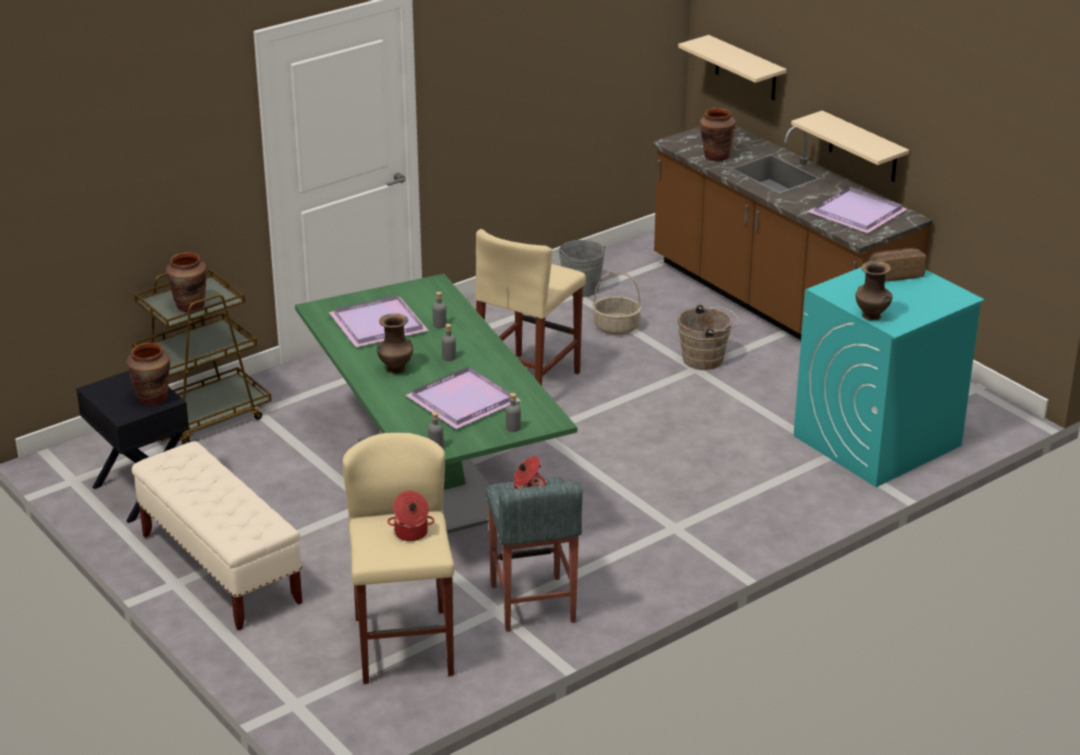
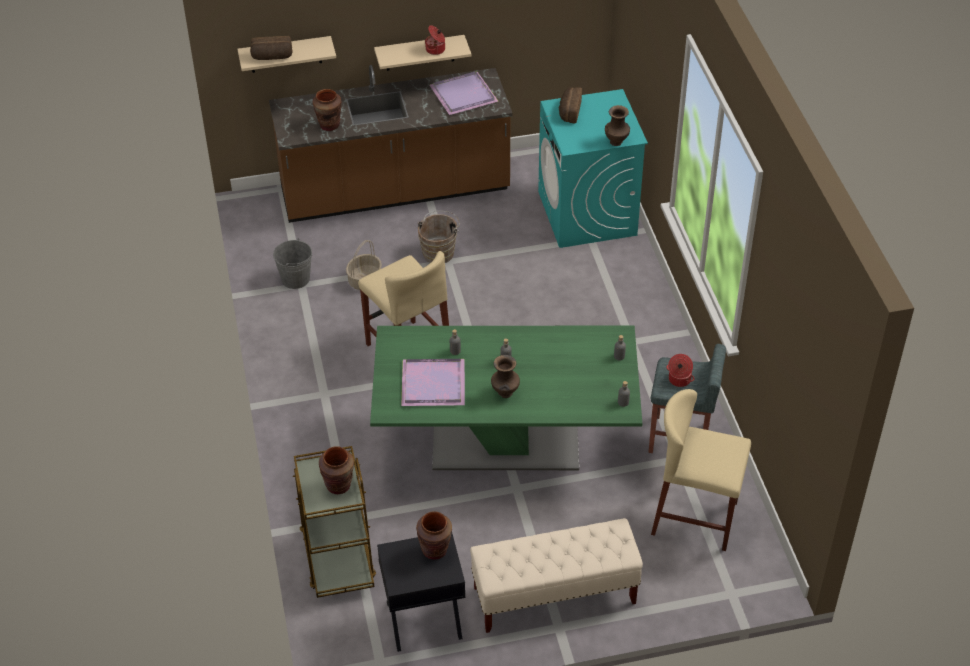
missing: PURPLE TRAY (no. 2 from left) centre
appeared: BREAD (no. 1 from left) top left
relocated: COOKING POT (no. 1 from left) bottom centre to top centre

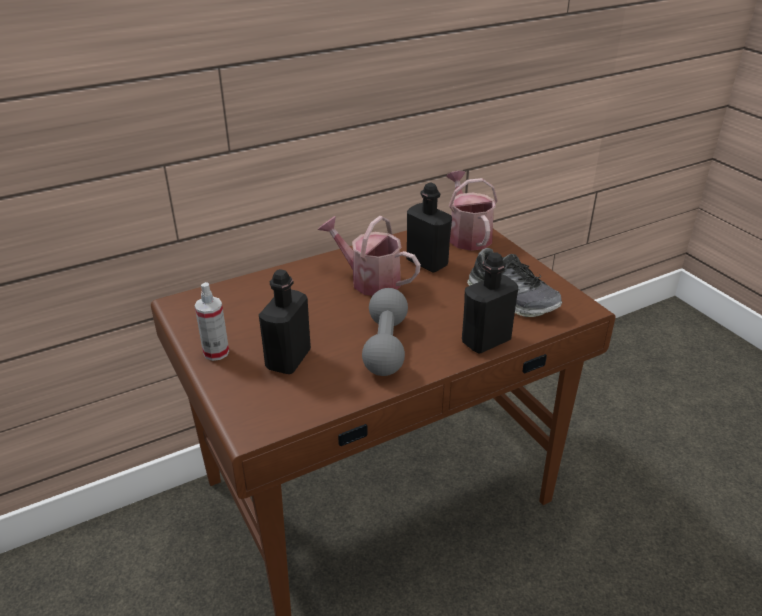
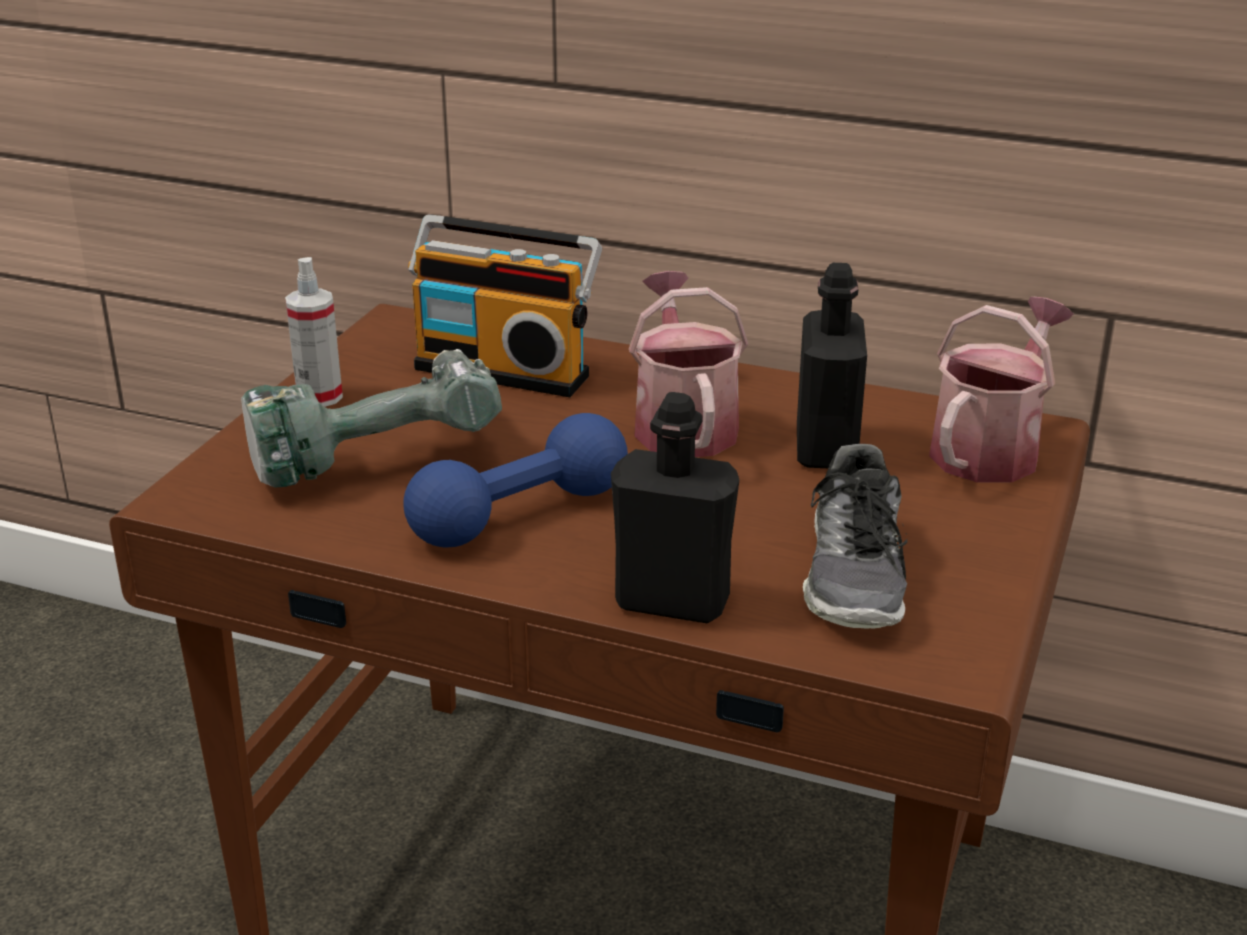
appeared: RADIO top centre
exchanged: BLACK BOTTLE (no. 1 from left) centre to POWER DRILL middle left
colour: GREY DUMBBELL centre to BLUE DUMBBELL centre

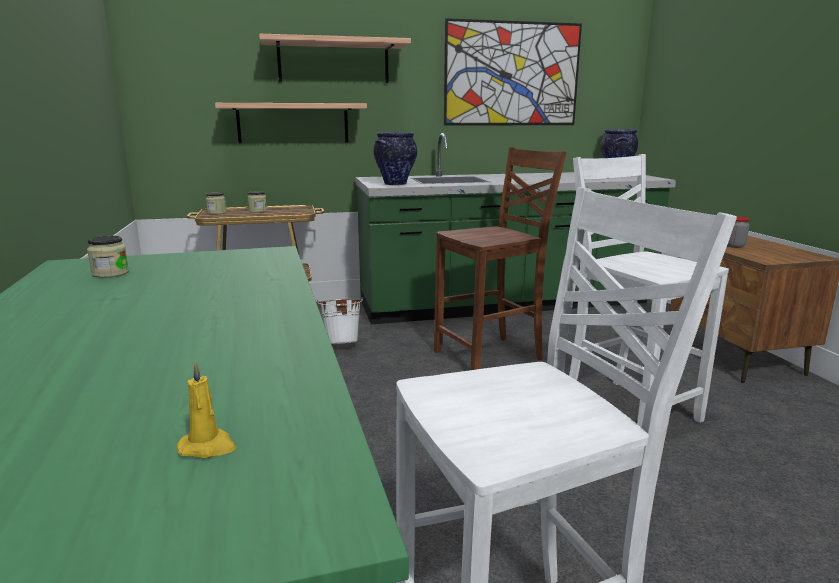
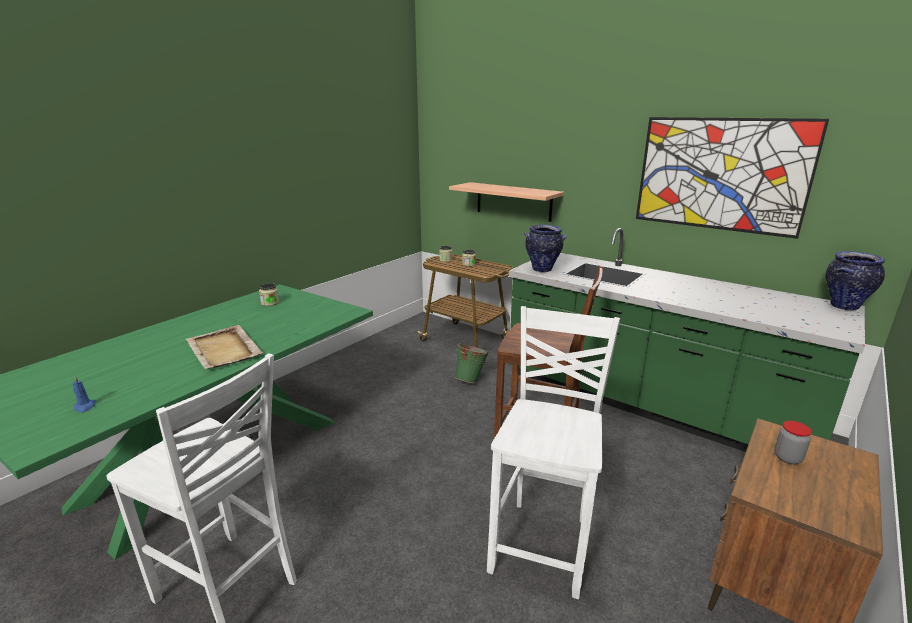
missing: SHELF (no. 2 from left) top centre
appeared: BEIGE TRAY middle left
colour: YELLOW CANDLE bottom left to BLUE CANDLE middle left; WHITE BUCKET centre to GREEN BUCKET centre

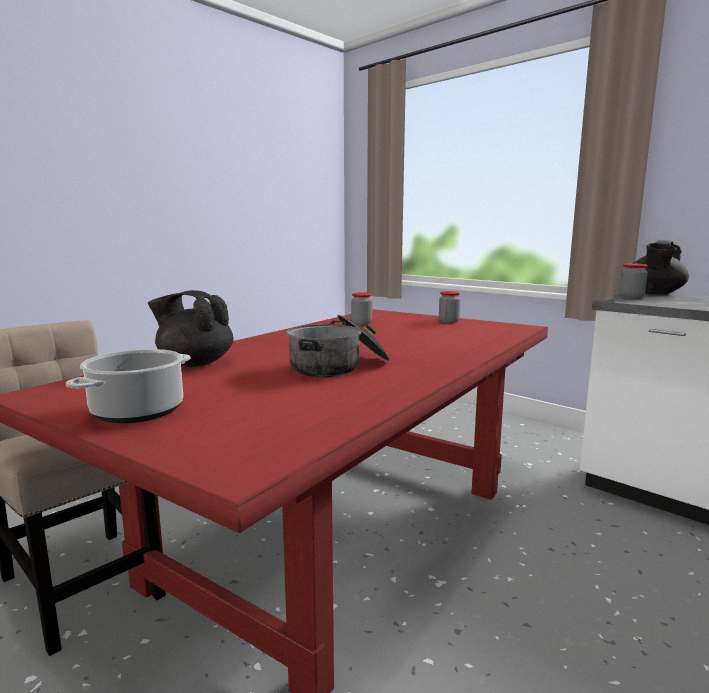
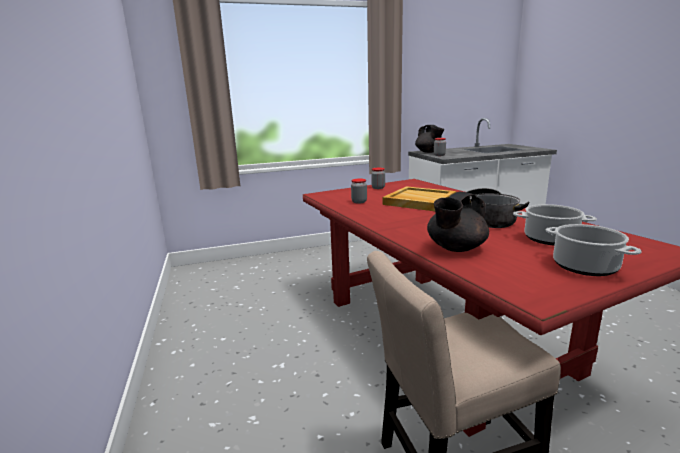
appeared: BEIGE TRAY centre; COOKING POT (no. 2 from left) middle right

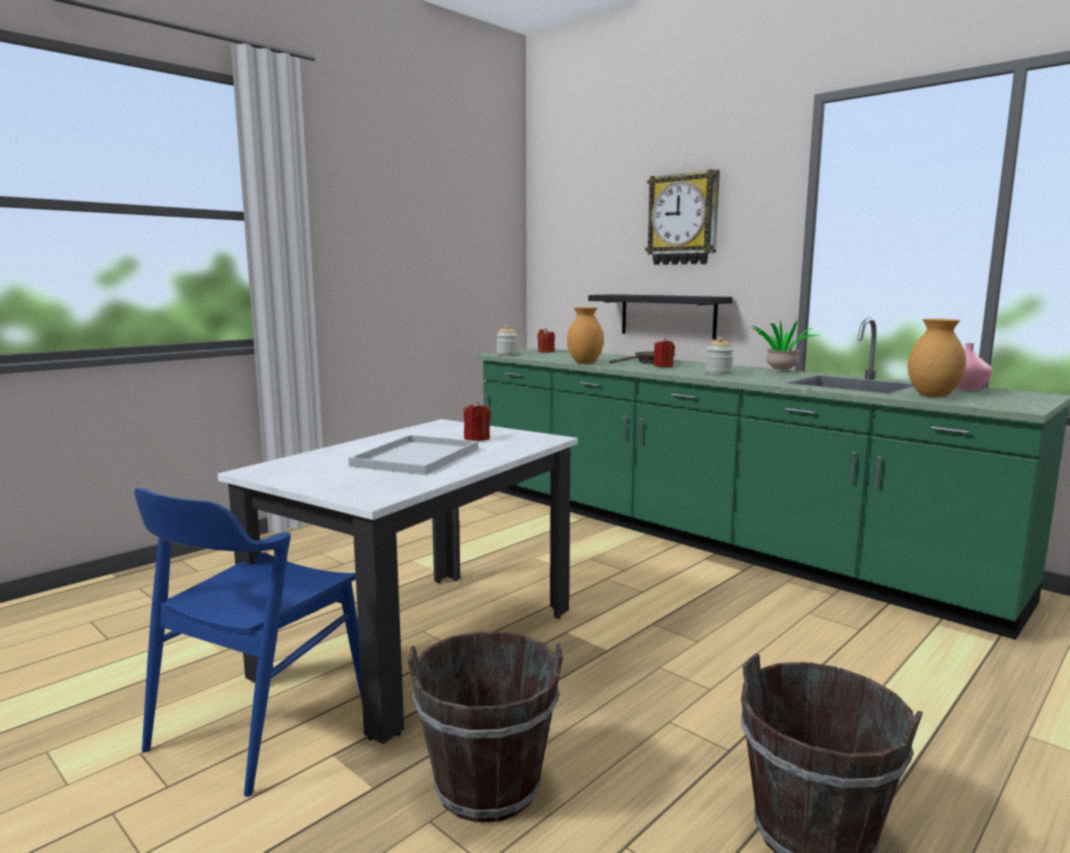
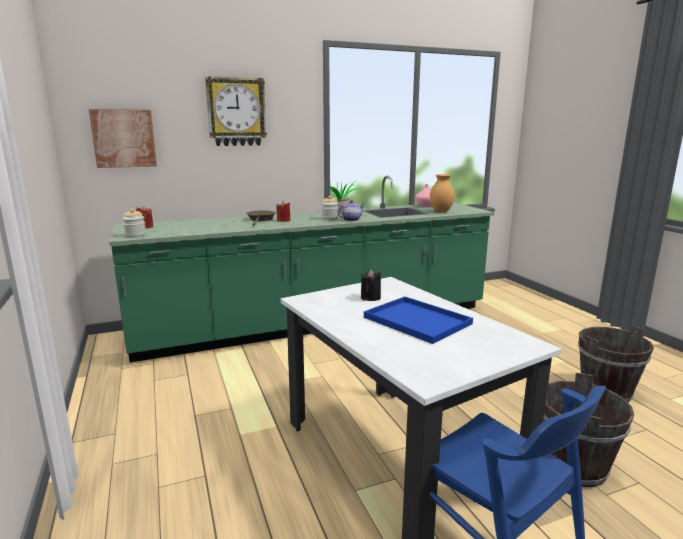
missing: BROWN VASE (no. 1 from left) centre; BLACK SHELF centre
appeared: PICTURE top left; TEAPOT centre
colour: WHITE TRAY centre to BLUE TRAY centre; RED CANDLE (no. 1 from left) centre to BLACK CANDLE centre

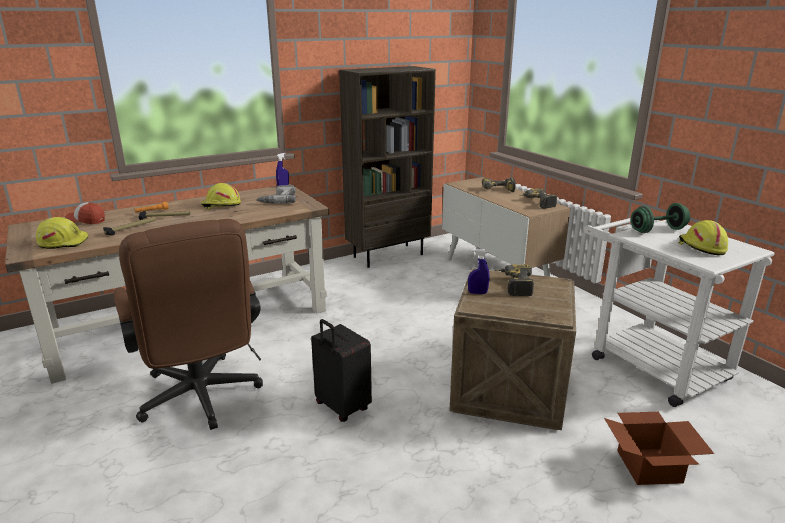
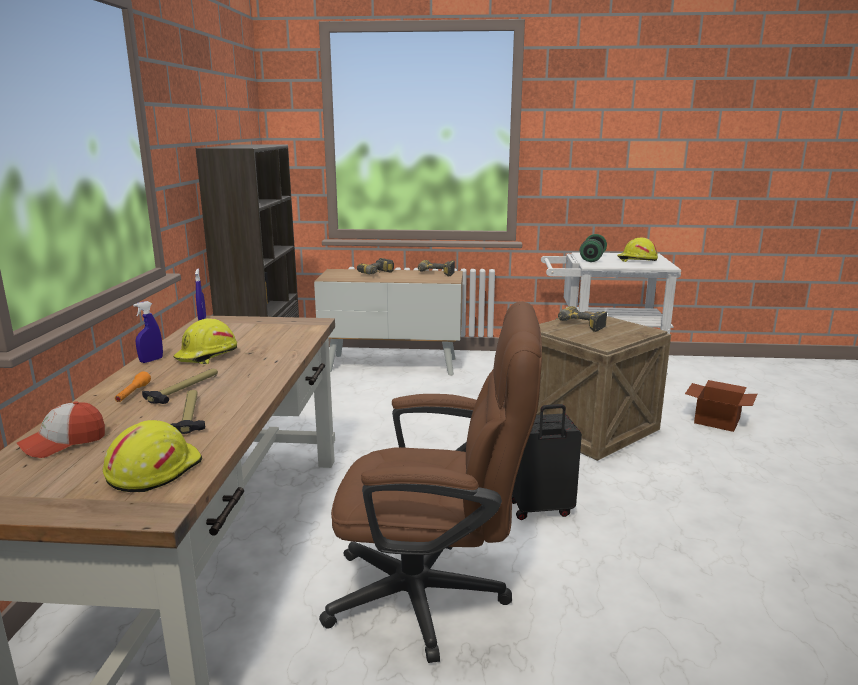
missing: POWER DRILL (no. 1 from left) centre
relocated: BLUE SPRAY BOTTLE (no. 2 from left in the first image) centre to BLUE SPRAY BOTTLE (no. 1 from left) middle left

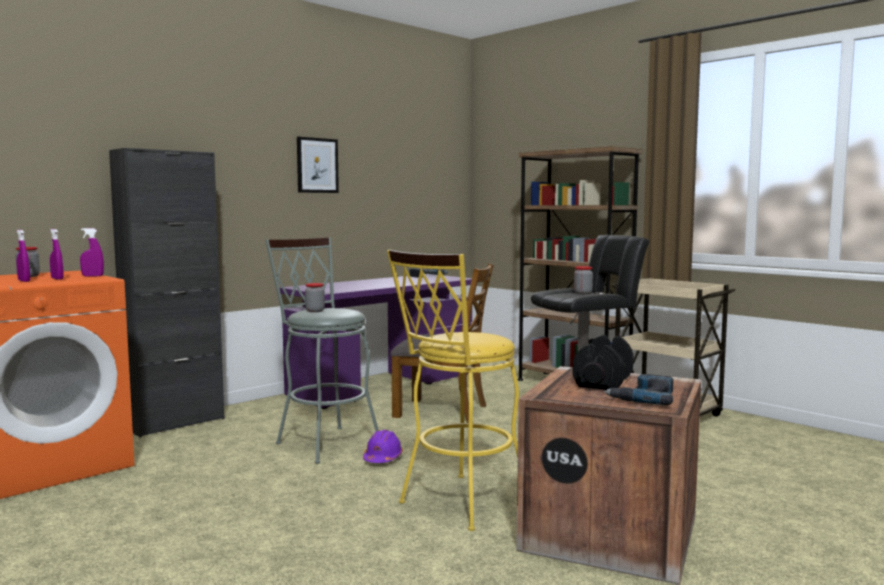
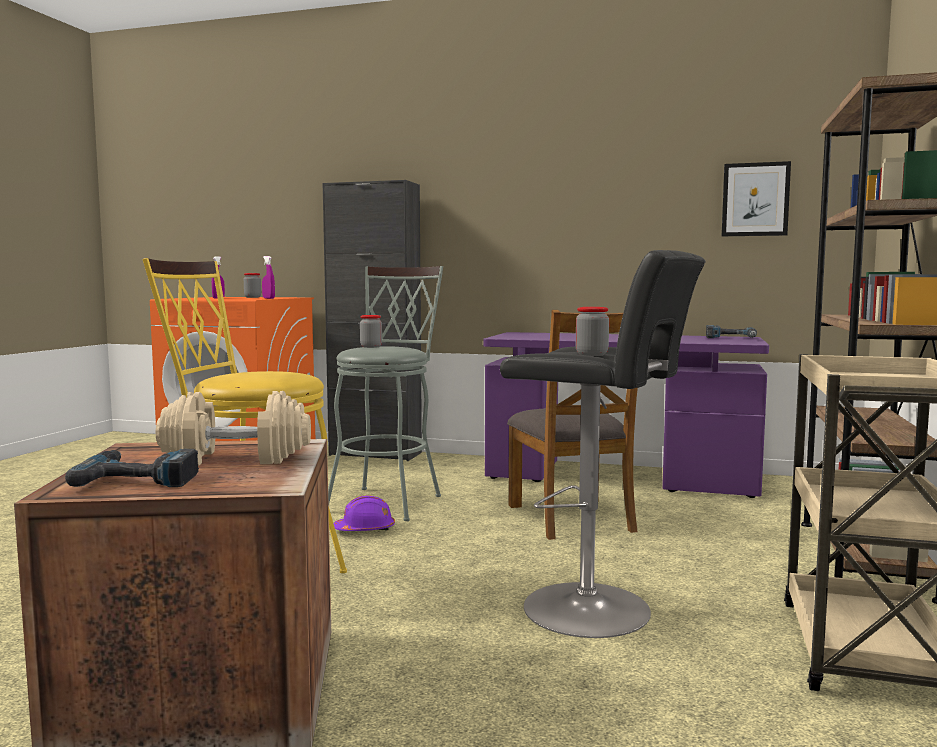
missing: PURPLE SPRAY BOTTLE (no. 2 from left) middle left
relocated: PICTURE top centre to top right
colour: BLACK DUMBBELL middle right to BEIGE DUMBBELL middle left

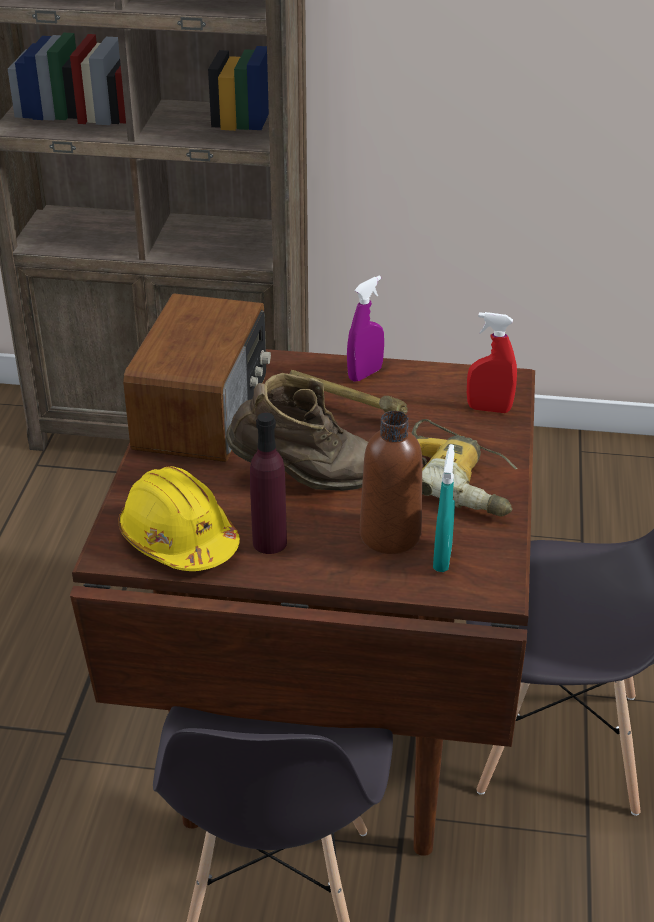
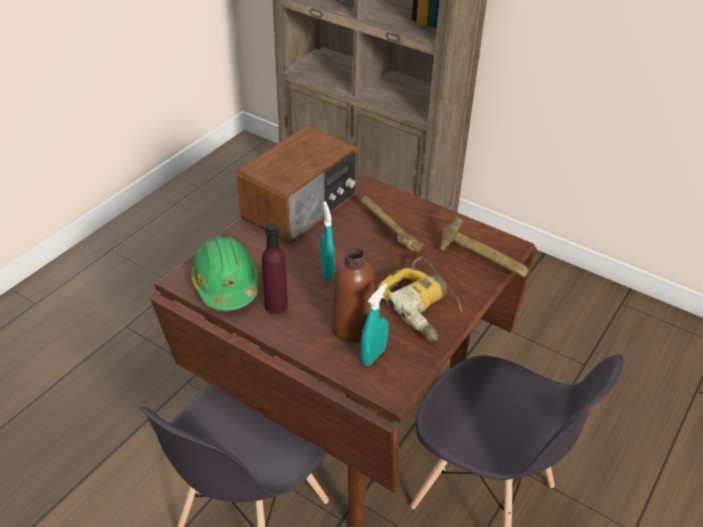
missing: PURPLE SPRAY BOTTLE centre
exchanged: BROWN BOOT centre to TURQUOISE SPRAY BOTTLE (no. 1 from left) centre; RED SPRAY BOTTLE middle right to HAMMER (no. 2 from left) middle right
colour: YELLOW HARD HAT middle left to GREEN HARD HAT middle left

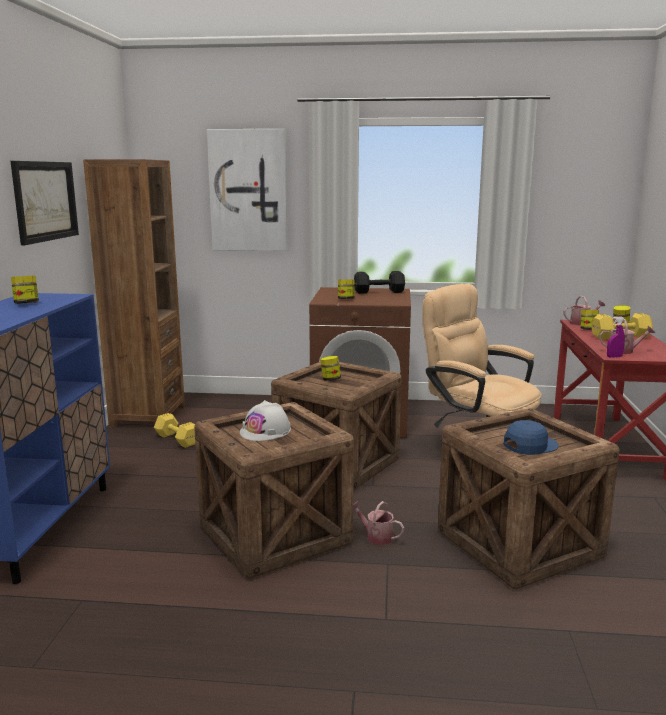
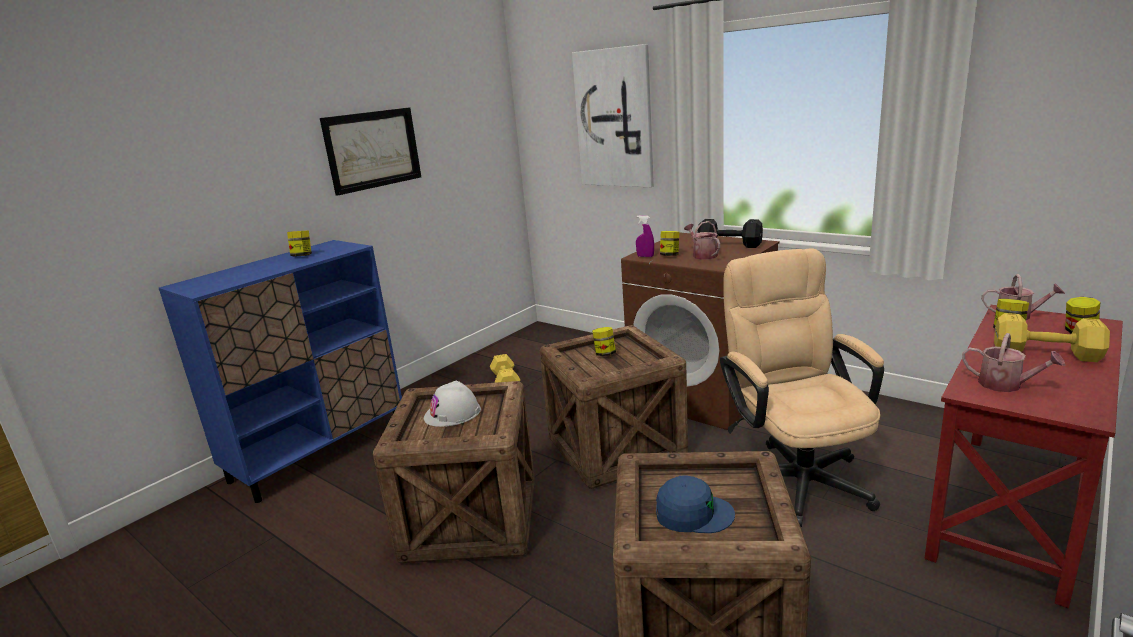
missing: BROWN BOOKCASE middle left
relocated: WATERING CAN (no. 1 from left) bottom centre to centre; PURPLE SPRAY BOTTLE middle right to centre

